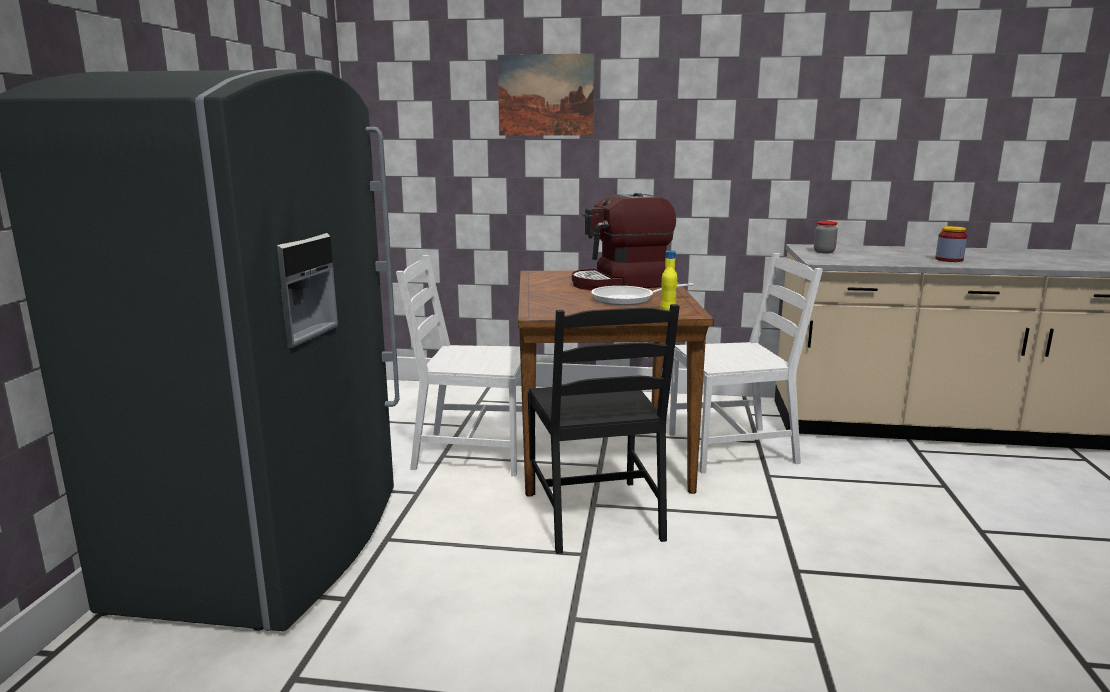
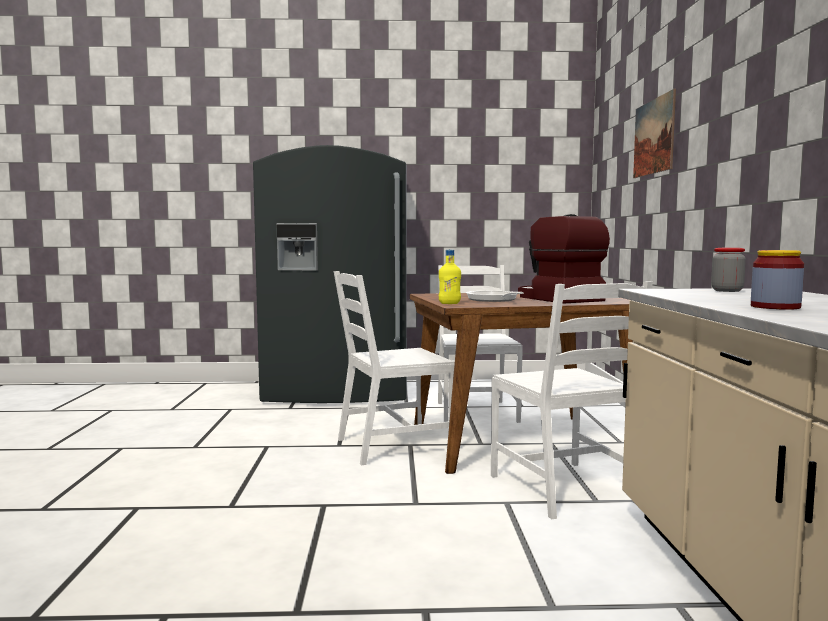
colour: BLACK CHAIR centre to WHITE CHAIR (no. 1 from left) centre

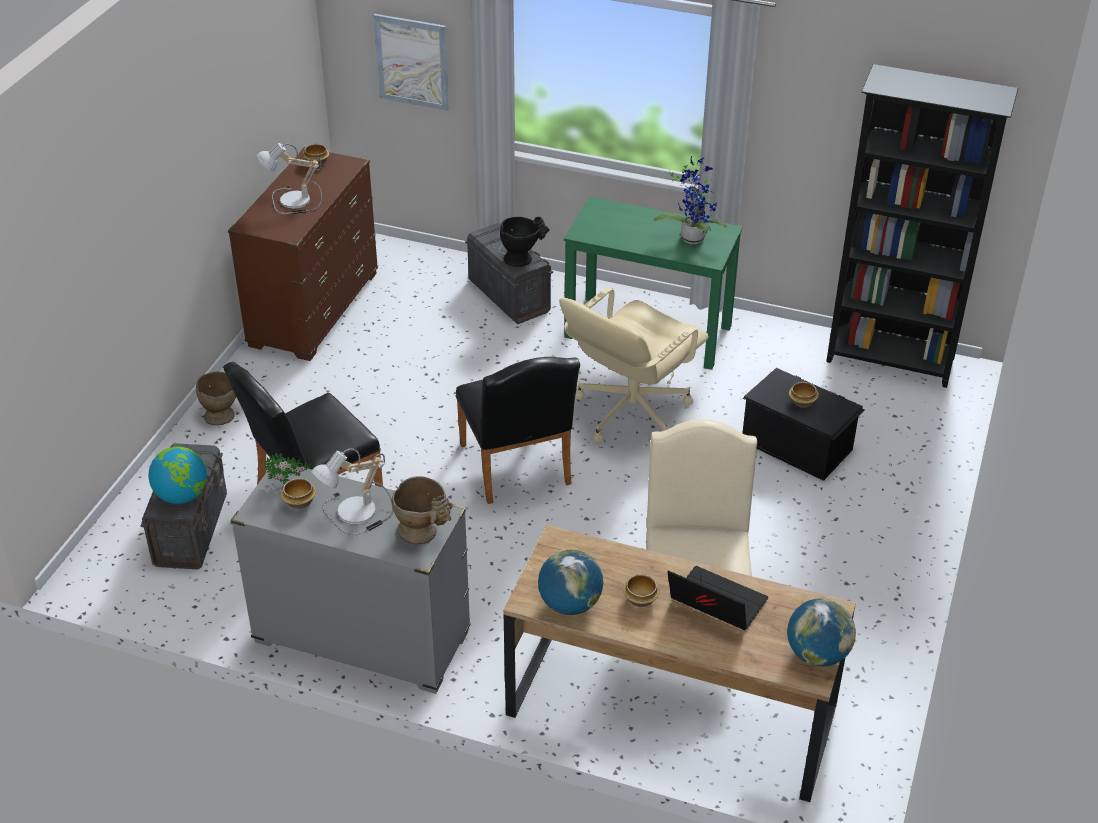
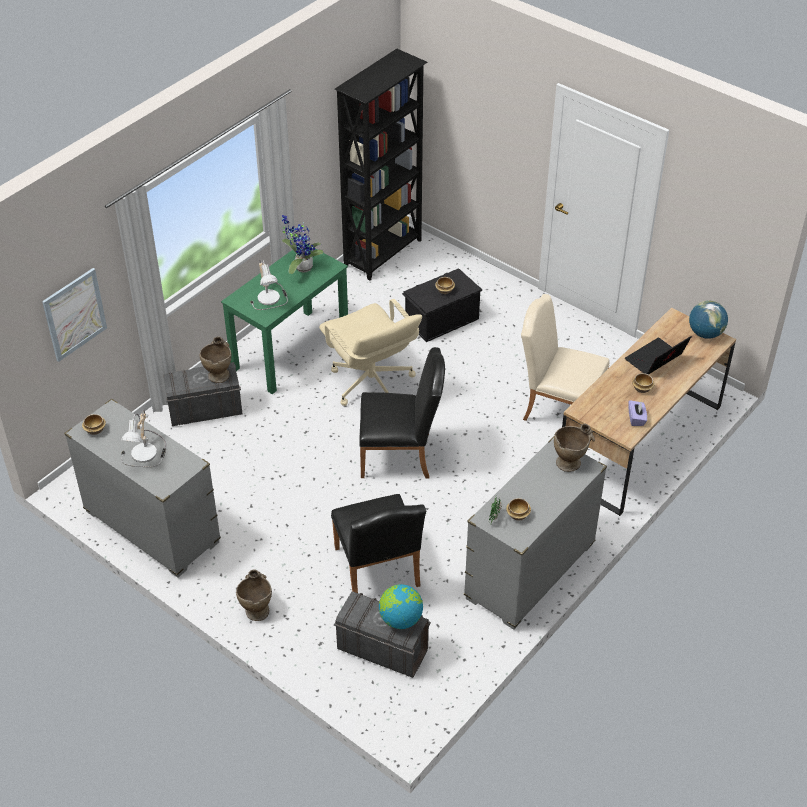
relocated: TABLE LAMP (no. 2 from left) middle left to centre
exchanged: GLOBE (no. 2 from left) bottom centre to PURPLE TISSUE BOX middle right
colour: BROWN DRESSER top left to GREY DRESSER (no. 1 from left) middle left; BLACK VASE top centre to BEIGE VASE (no. 1 from left) middle left

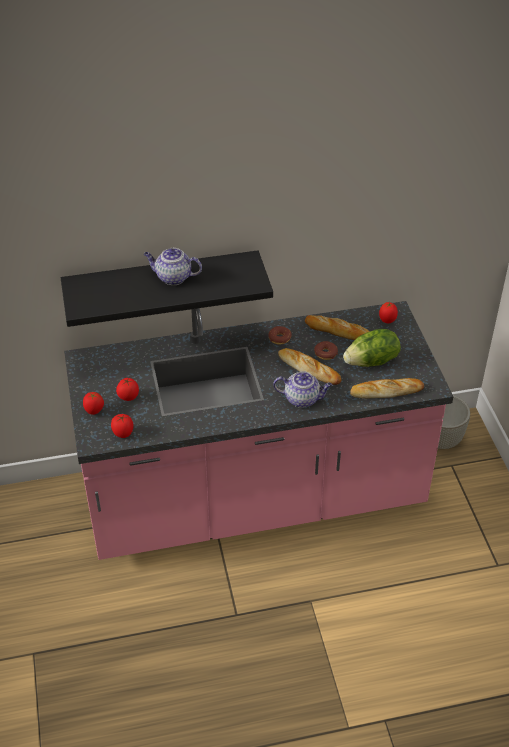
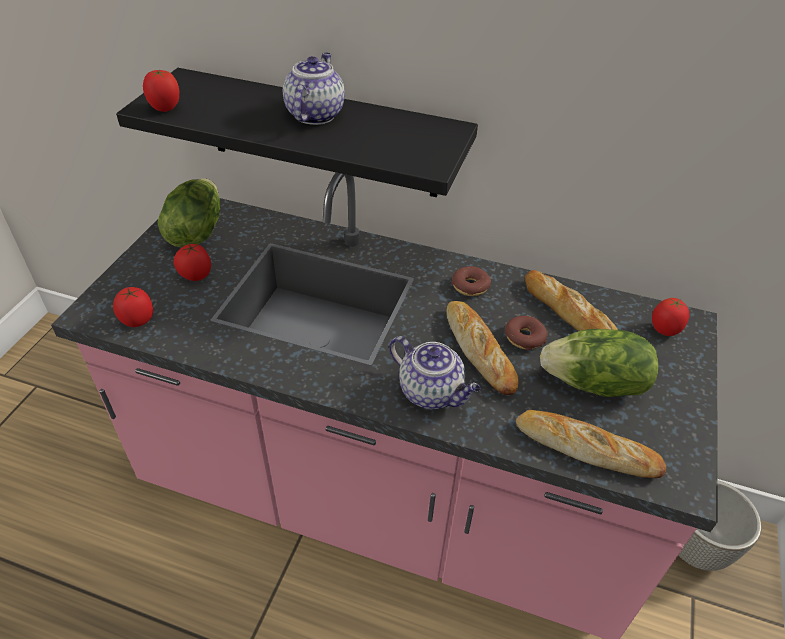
appeared: LETTUCE (no. 1 from left) top left
relocated: TOMATO (no. 1 from left in the first image) middle left to TOMATO (no. 2 from left) top left
spun: TEAPOT (no. 1 from left) centre = top centre 60 degrees clockwise

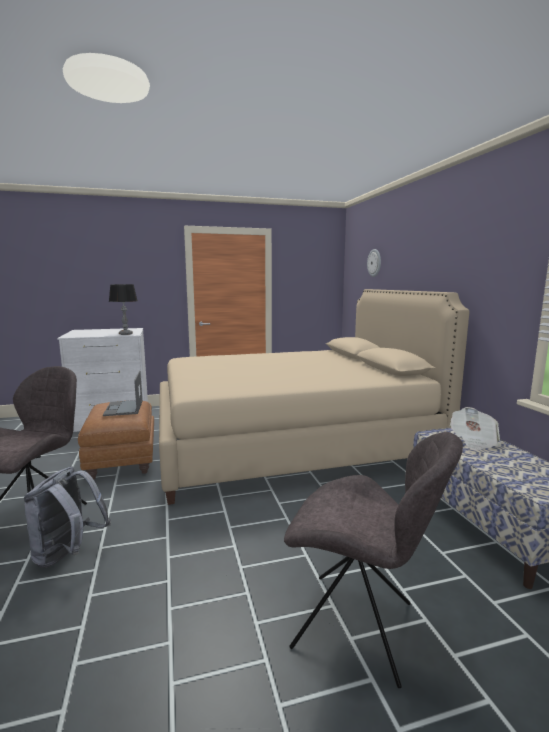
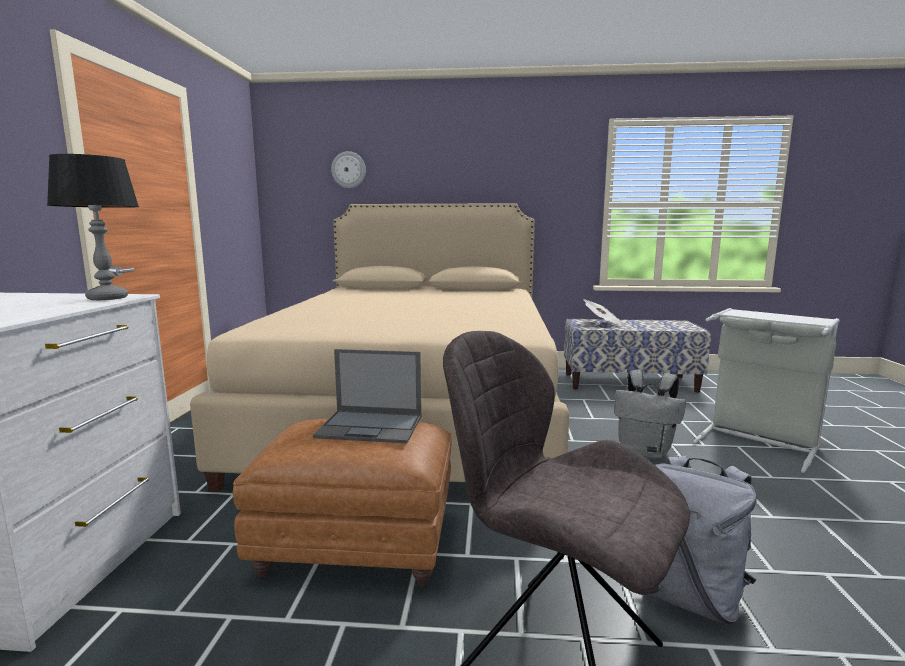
appeared: GREY BACKPACK (no. 1 from left) middle right
exchanged: GREY CHAIR (no. 2 from left) bottom right to GREY LAUNDRY BASKET middle right

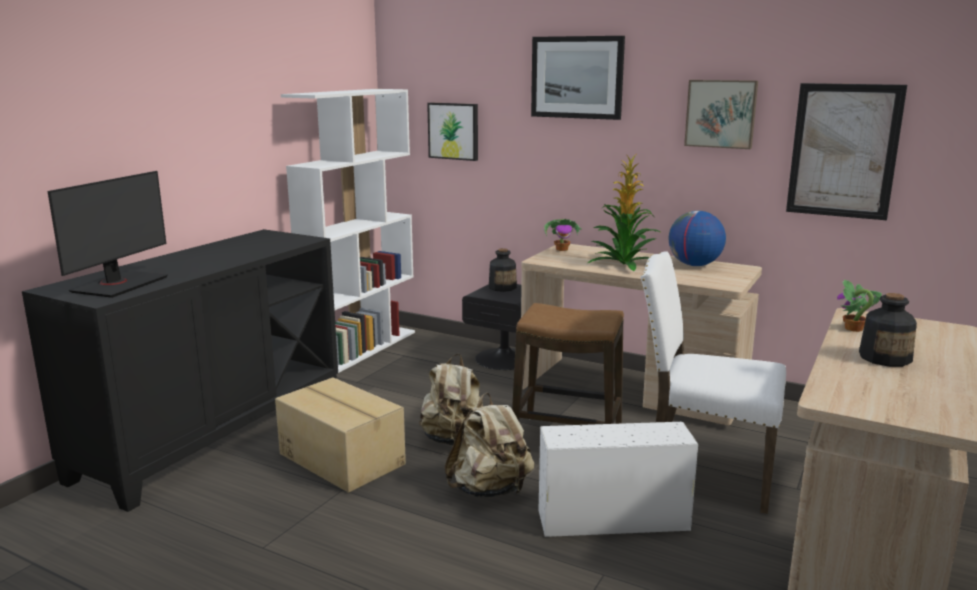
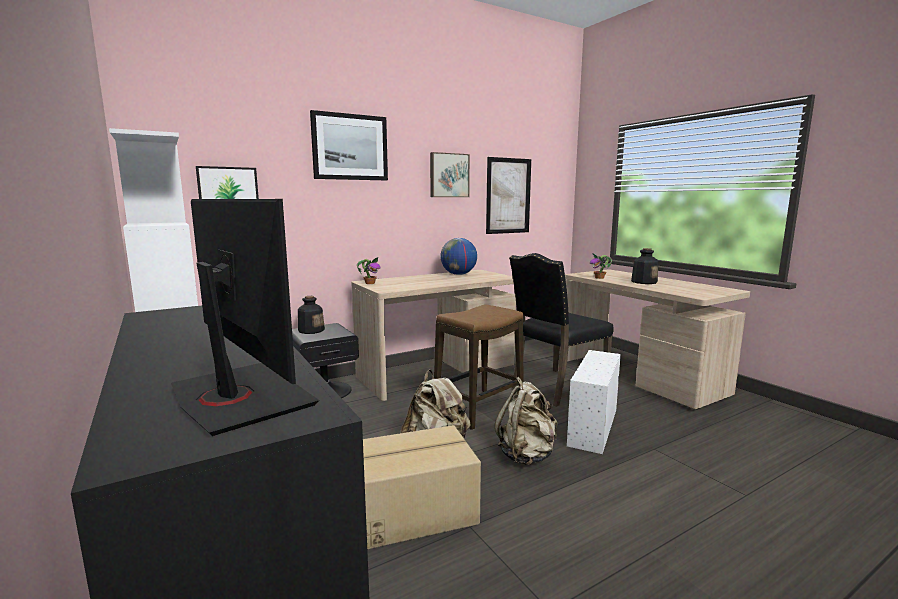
missing: POTTED PLANT (no. 2 from left) centre
colour: WHITE CHAIR middle right to BLACK CHAIR centre

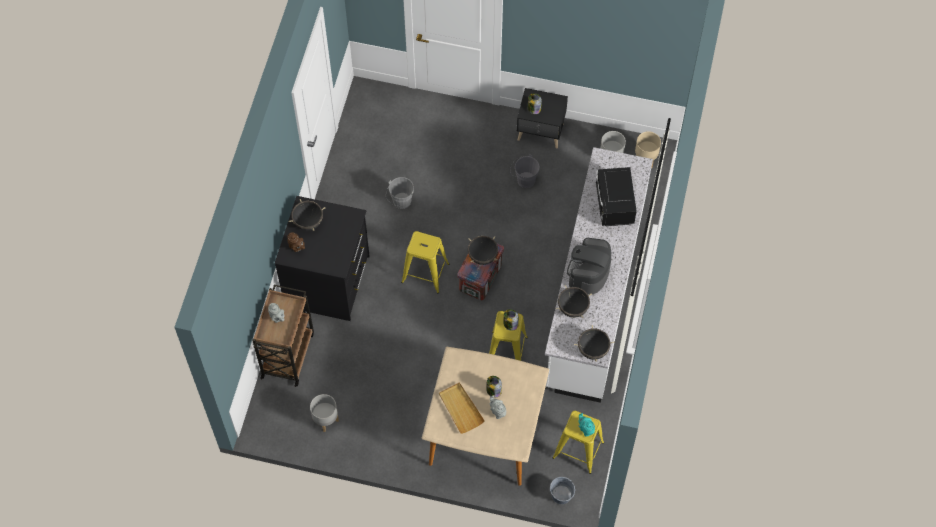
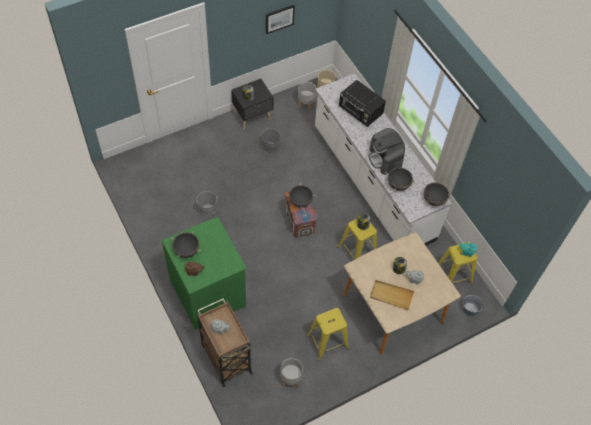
appeared: PICTURE top centre
relocated: YELLOW STOOL (no. 1 from left) centre to bottom centre
colour: BLACK DRESSER centre to GREEN DRESSER centre

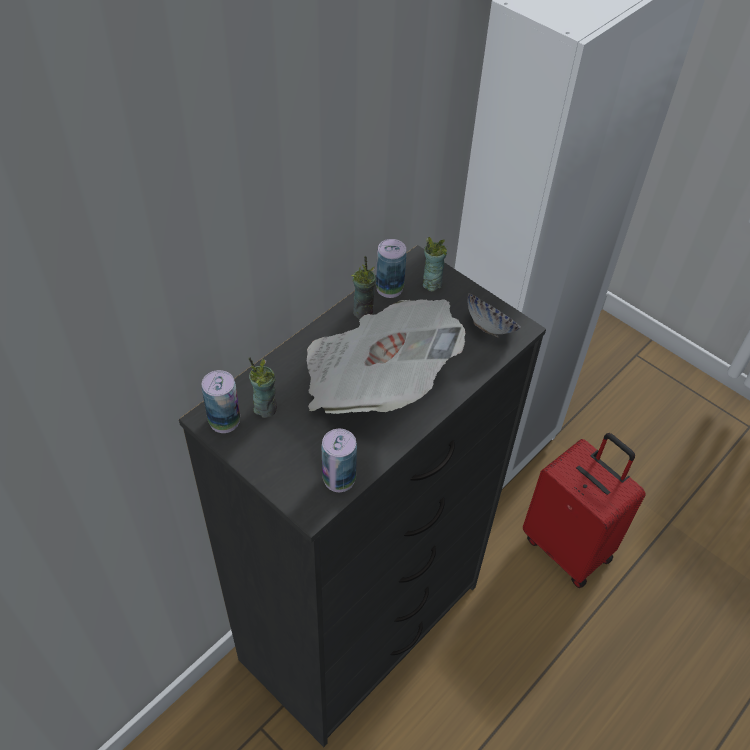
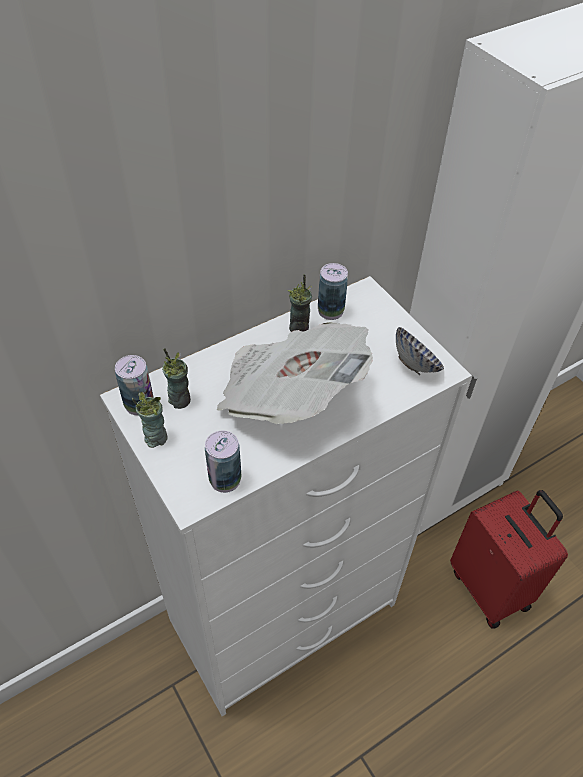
relocated: CUP (no. 3 from left in the first image) centre to CUP (no. 1 from left) middle left
colour: BLACK DRESSER centre to WHITE DRESSER centre

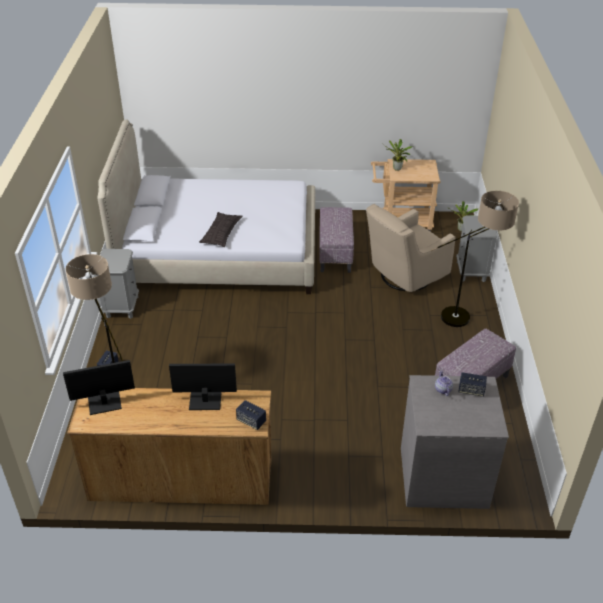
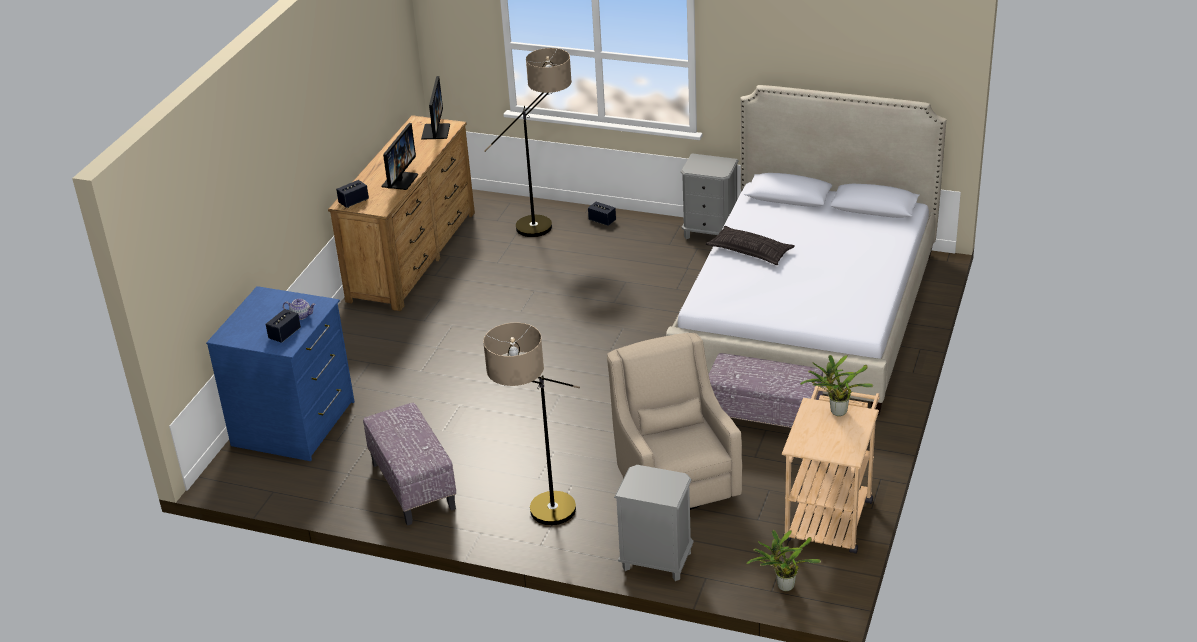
colour: GREY DRESSER bottom right to BLUE DRESSER middle left

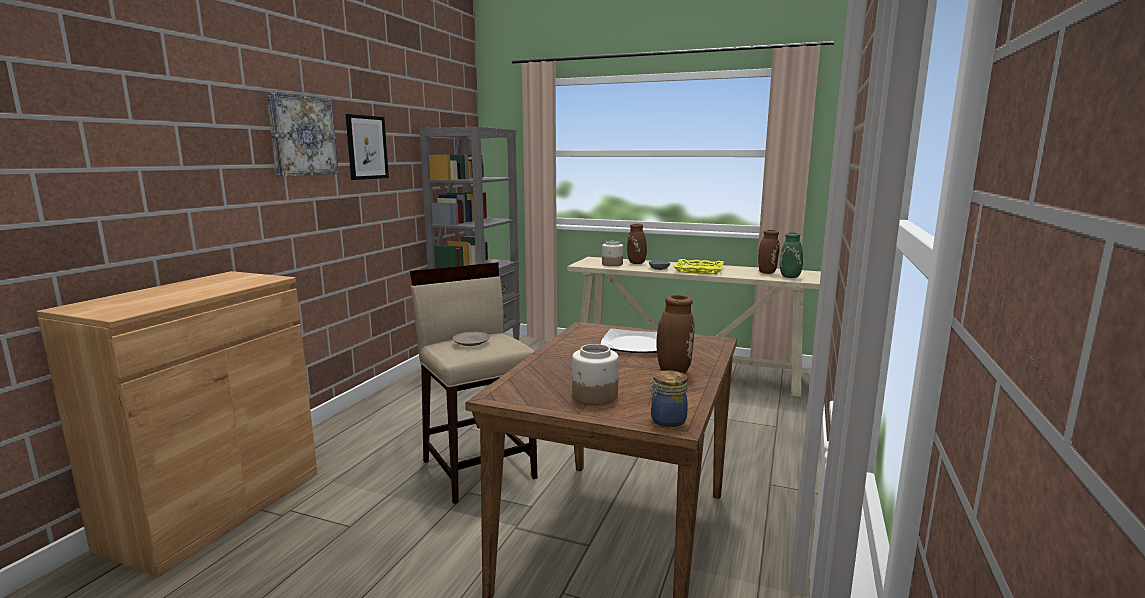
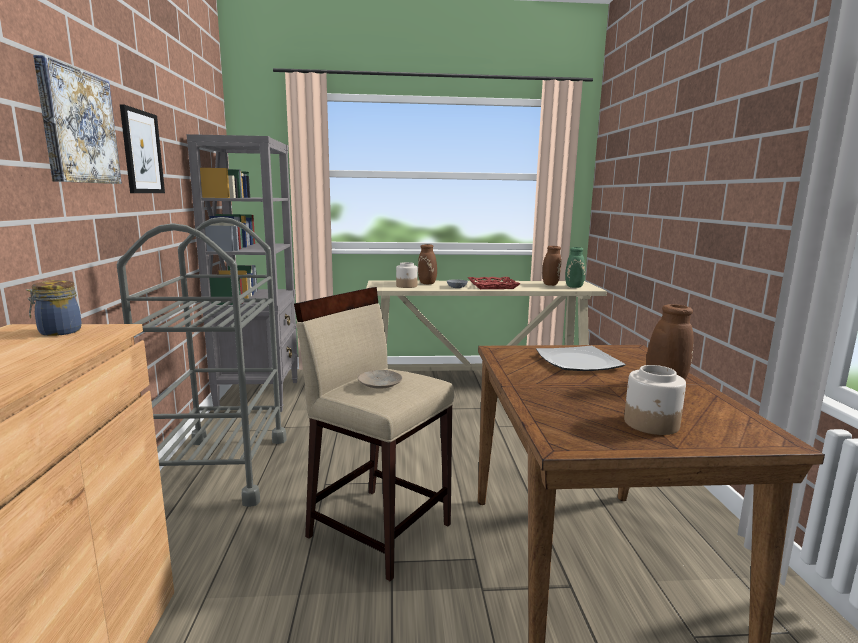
appeared: GREY CART middle left
relocated: JAR (no. 3 from left in the first image) centre to JAR (no. 1 from left) middle left
colour: YELLOW TRAY centre to RED TRAY centre

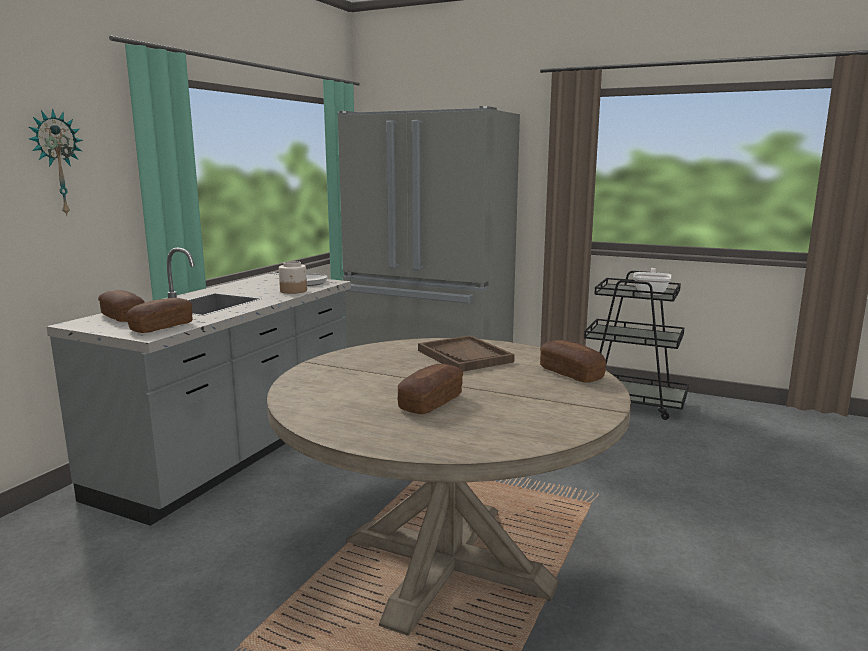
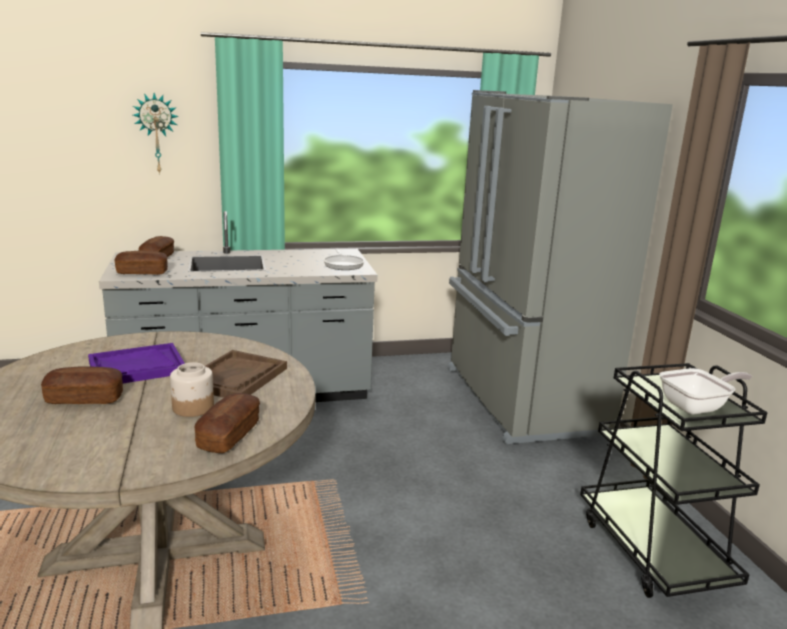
appeared: PURPLE TRAY middle left
relocated: JAR centre to middle left

